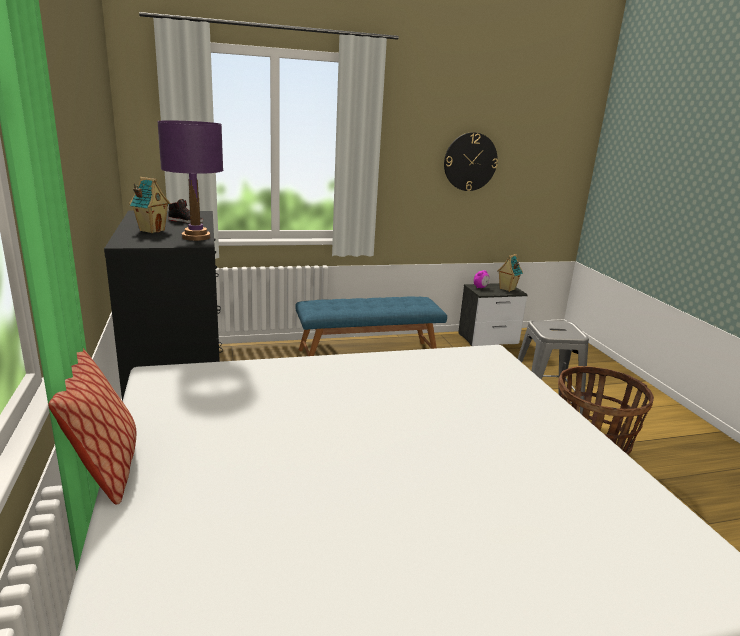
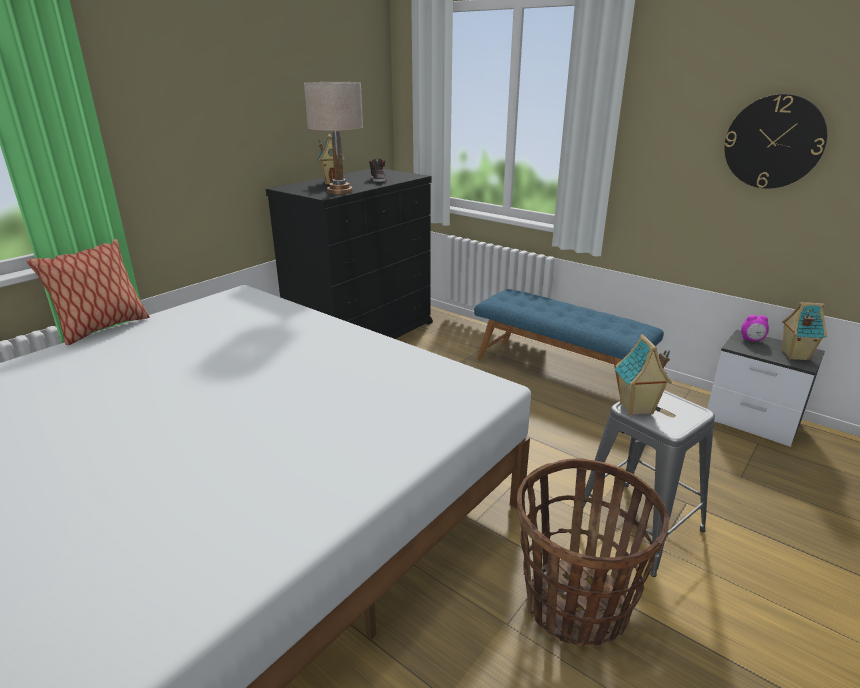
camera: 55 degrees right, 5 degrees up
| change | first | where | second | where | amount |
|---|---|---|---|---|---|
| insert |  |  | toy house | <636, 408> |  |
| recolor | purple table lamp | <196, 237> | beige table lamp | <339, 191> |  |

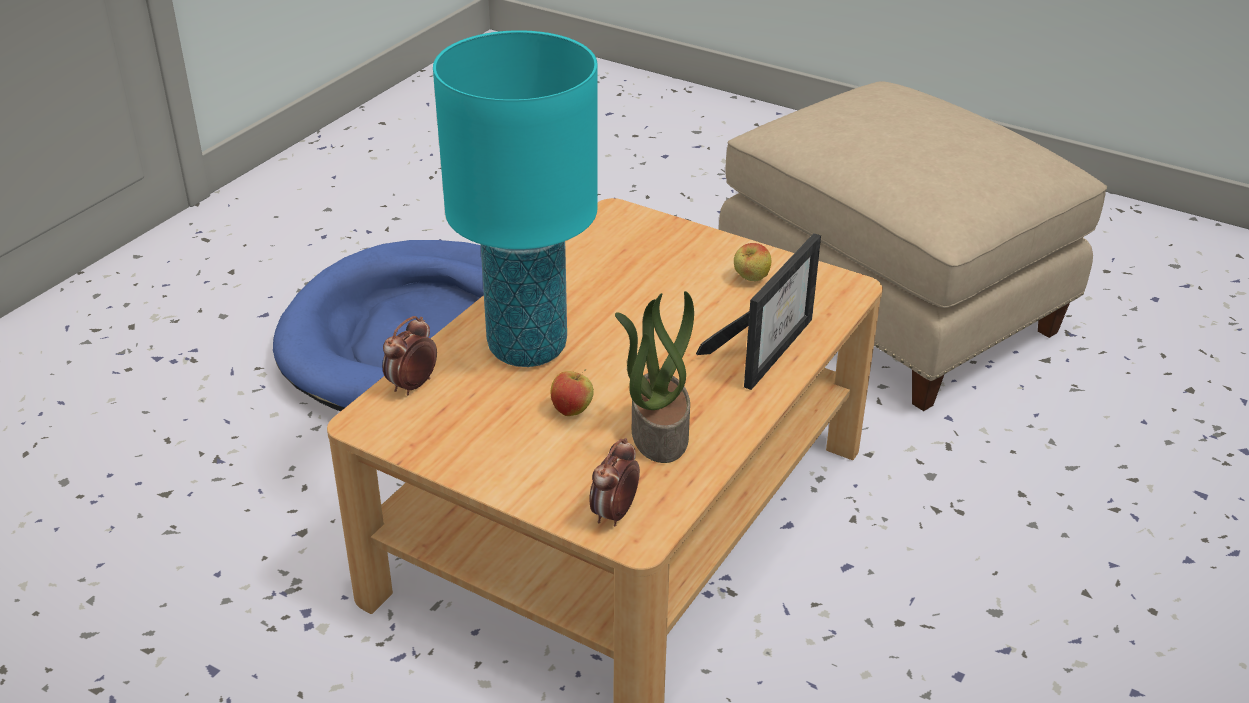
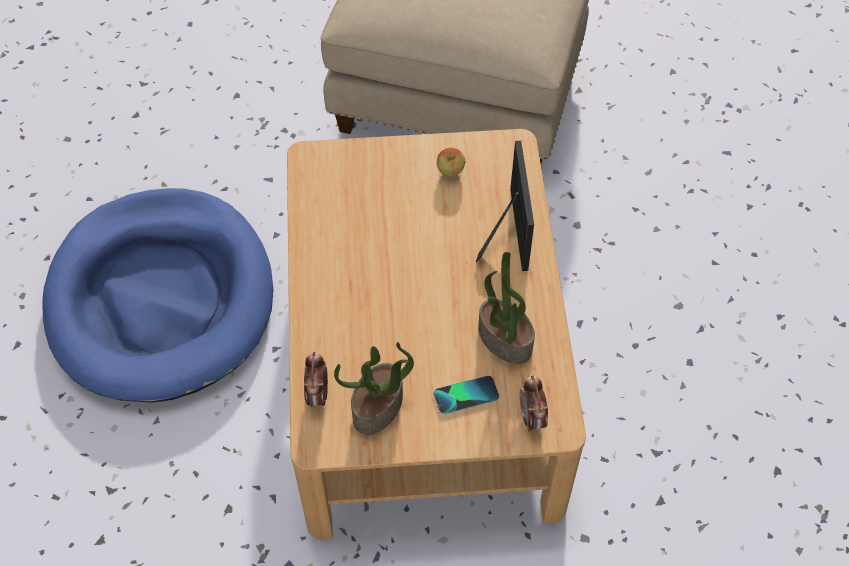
camera: 35 degrees left, 20 degrees up
| change | first | where | second | where | amount |
|---|---|---|---|---|---|
| delete | turquoise table lamp | <526, 347> |  |  |  |
| delete | apple | <572, 410> |  |  |  |
| insert |  |  | potted plant | <378, 407> |  |
| insert |  |  | phone | <466, 395> |  |

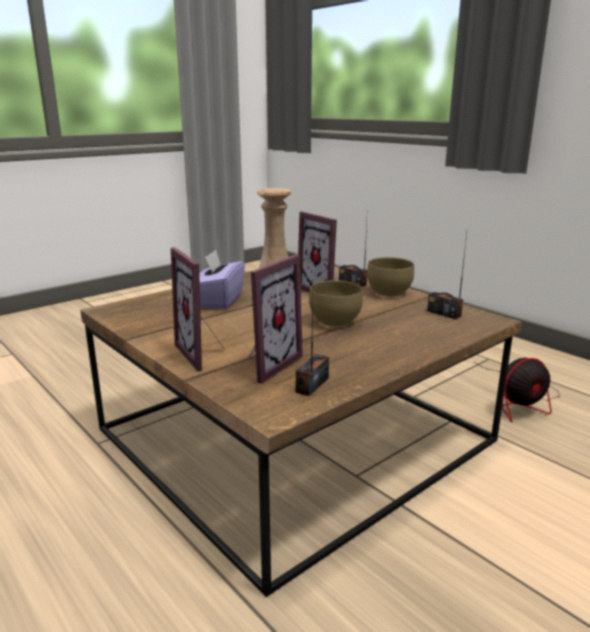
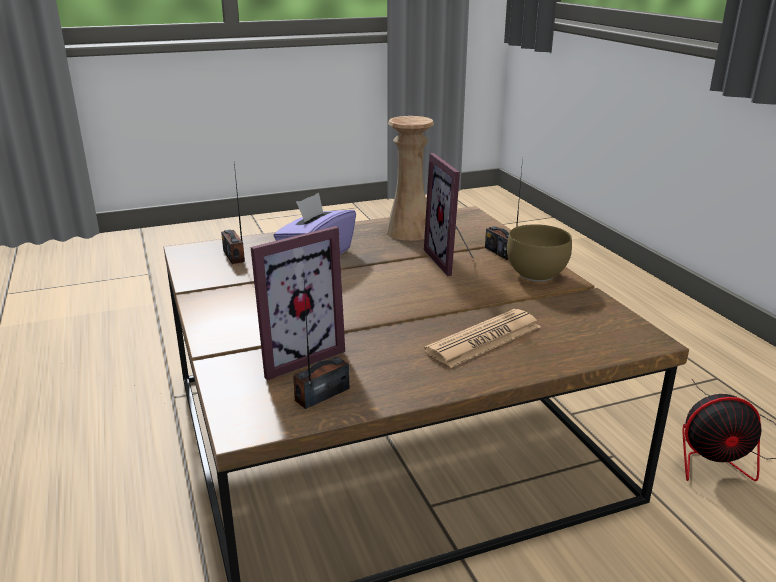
camera: 20 degrees right, 5 degrees up
| change | first | where | second | where | amount |
|---|---|---|---|---|---|
| delete | picture frame | <204, 353> |  |  |  |
| delete | brown bowl | <335, 321> |  |  |  |
| insert |  |  | newspaper | <484, 339> |  |
| move | radio | <444, 313> |  | <234, 256> |  |

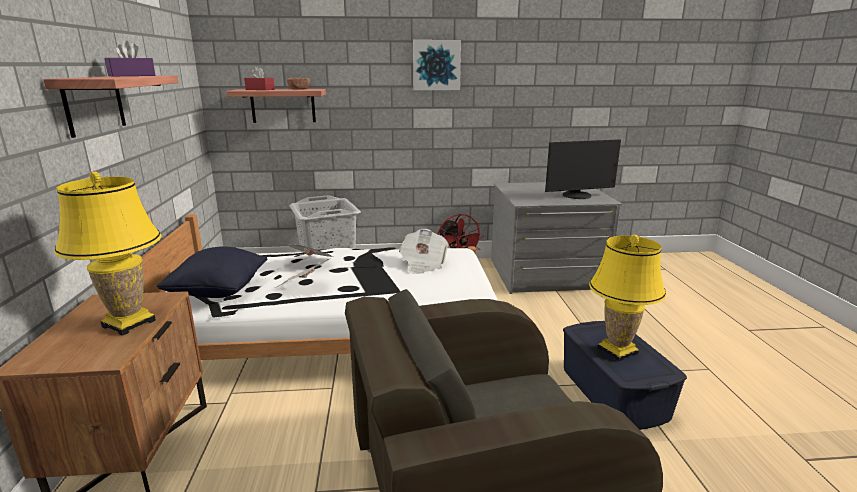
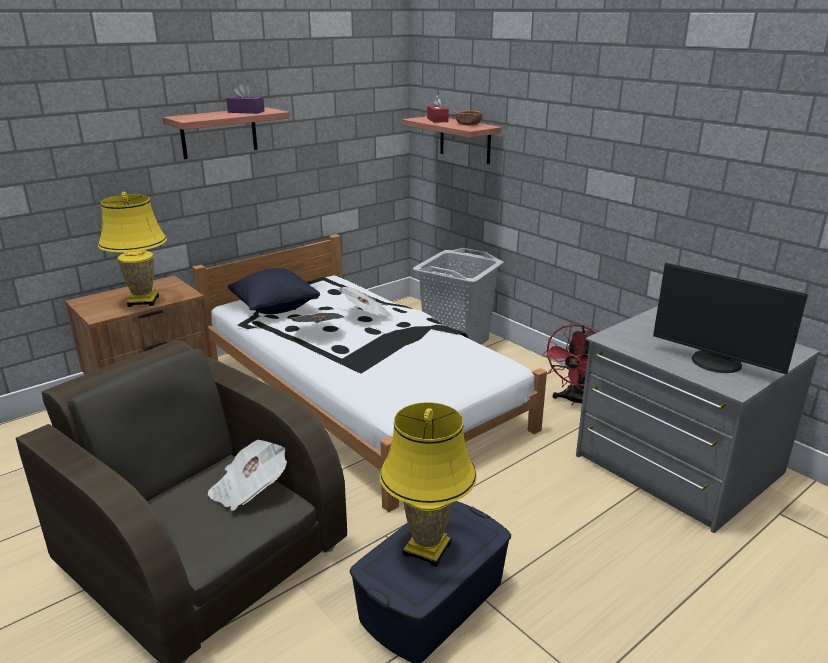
camera: 55 degrees right, 5 degrees up
| change | first | where | second | where | amount |
|---|---|---|---|---|---|
| delete | picture | <436, 65> |  |  |  |
| move | newspaper | <423, 264> |  | <250, 489> |  |

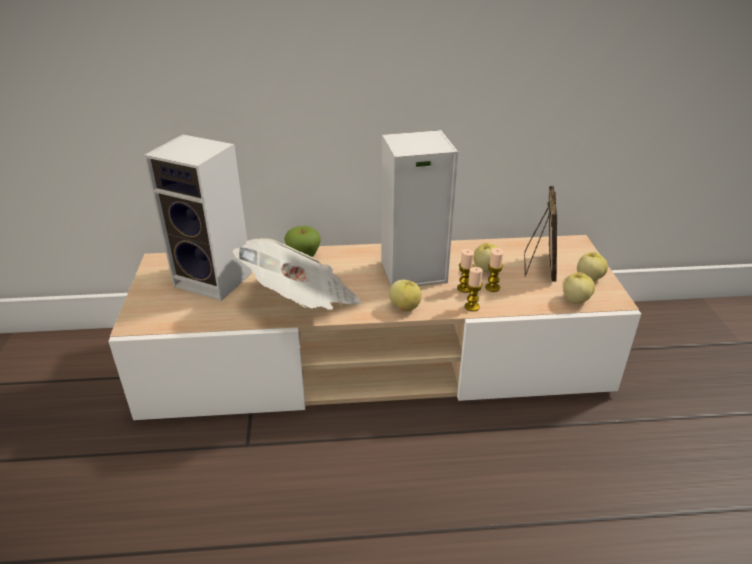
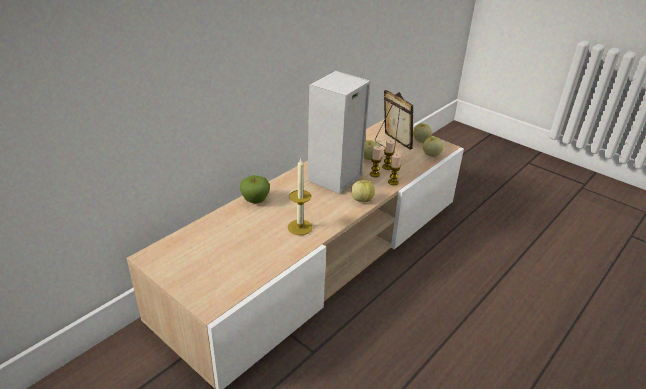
camera: 45 degrees left, 0 degrees up
| change | first | where | second | where | amount |
|---|---|---|---|---|---|
| delete | speaker | <216, 279> |  |  |  |
| replace | newspaper | <302, 300> | candle | <300, 227> |  |

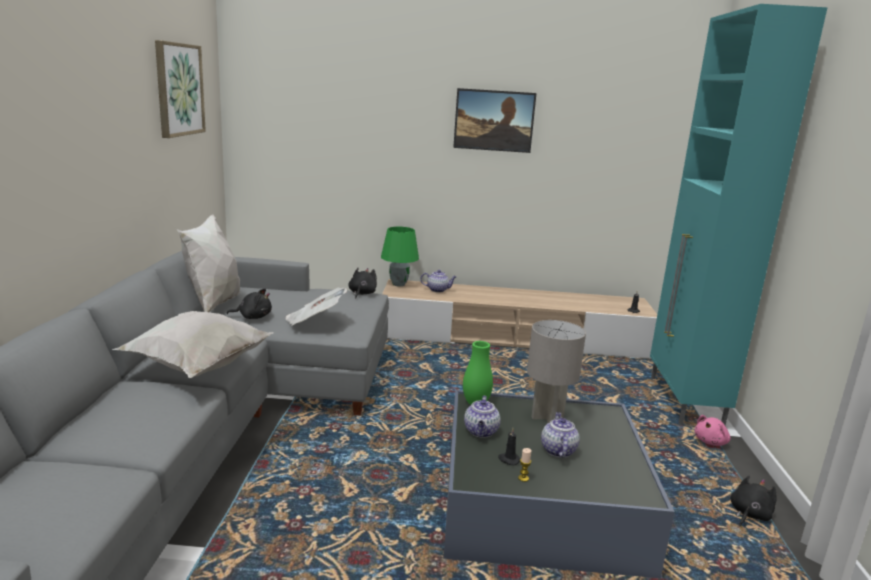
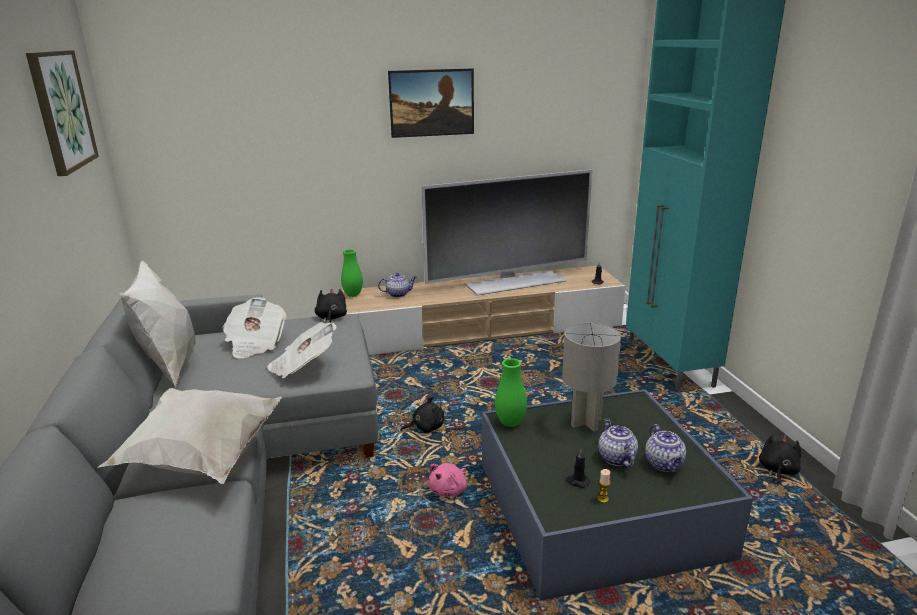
camera: 15 degrees left, 5 degrees up
| change | first | where | second | where | amount |
|---|---|---|---|---|---|
| insert |  |  | newspaper | <255, 343> |  |
| insert |  |  | television | <514, 282> |  |
| move | black plush toy | <253, 317> |  | <426, 427> |  |
| move | teapot | <481, 432> |  | <664, 464> |  |
| move | pink plush toy | <711, 442> |  | <449, 490> |  |
| replace | green table lamp | <398, 284> | green vase | <353, 295> |  |

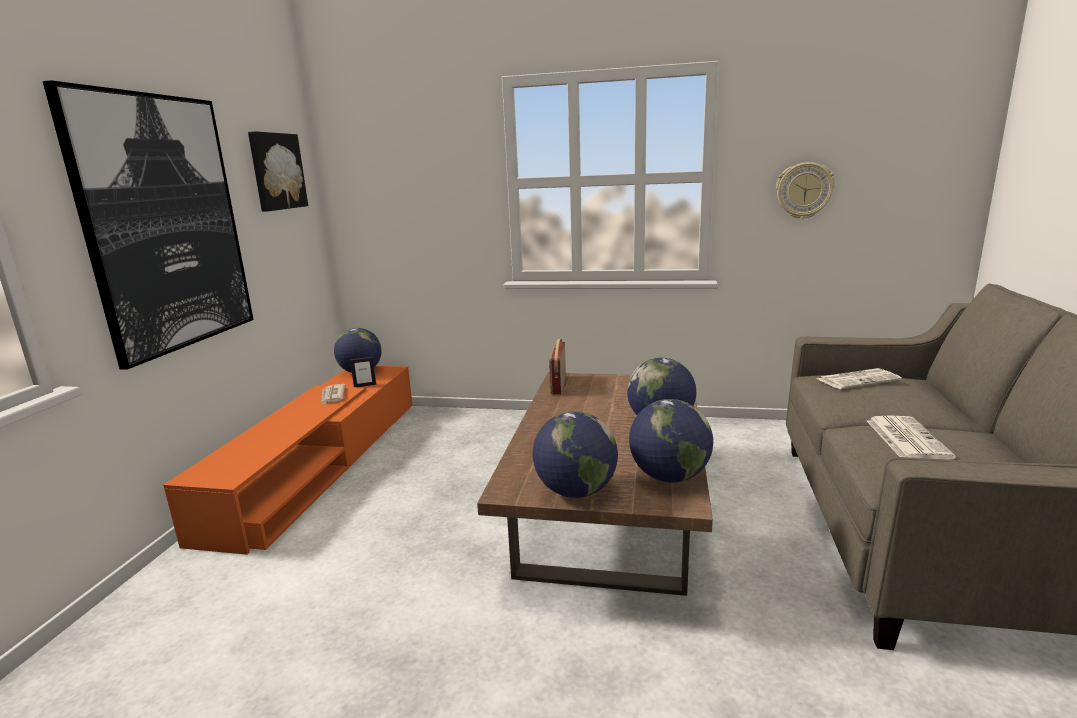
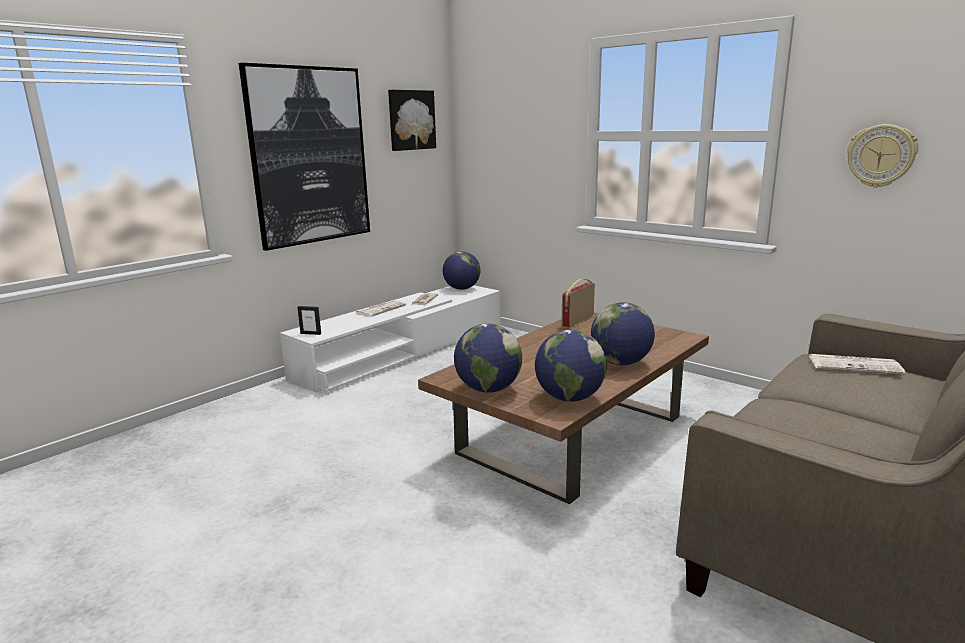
camera: 30 degrees right, 0 degrees up
| change | first | where | second | where | amount |
|---|---|---|---|---|---|
| move | picture frame | <365, 385> |  | <311, 333> |  |
| move | newspaper | <906, 438> |  | <381, 309> |  |
| recolor | orange tv stand | <321, 462> | white tv stand | <404, 350> |  |

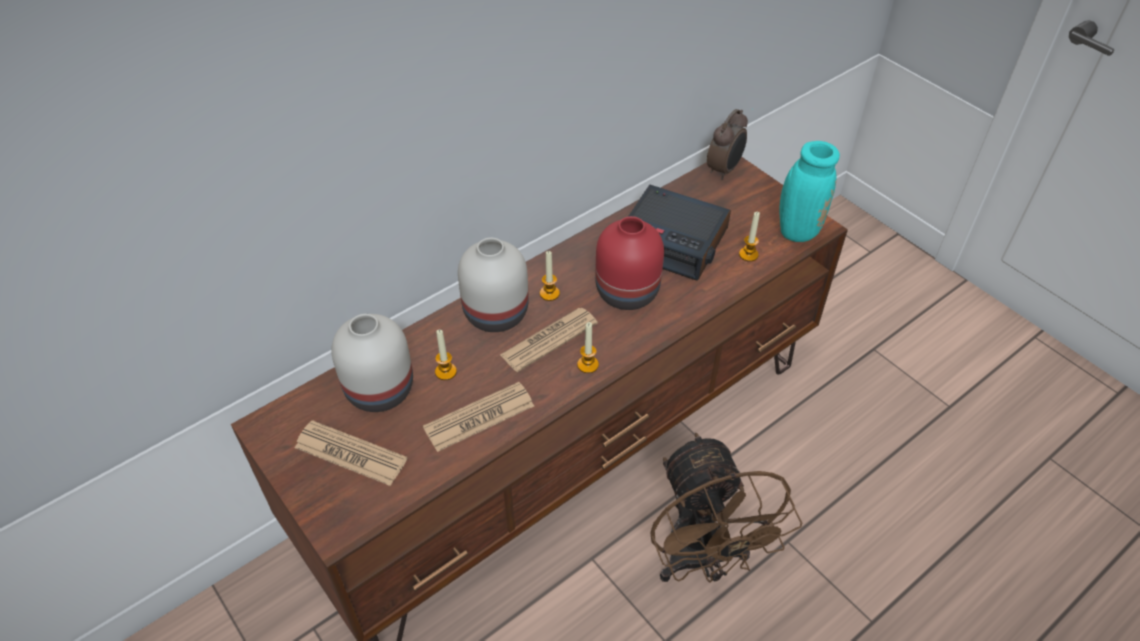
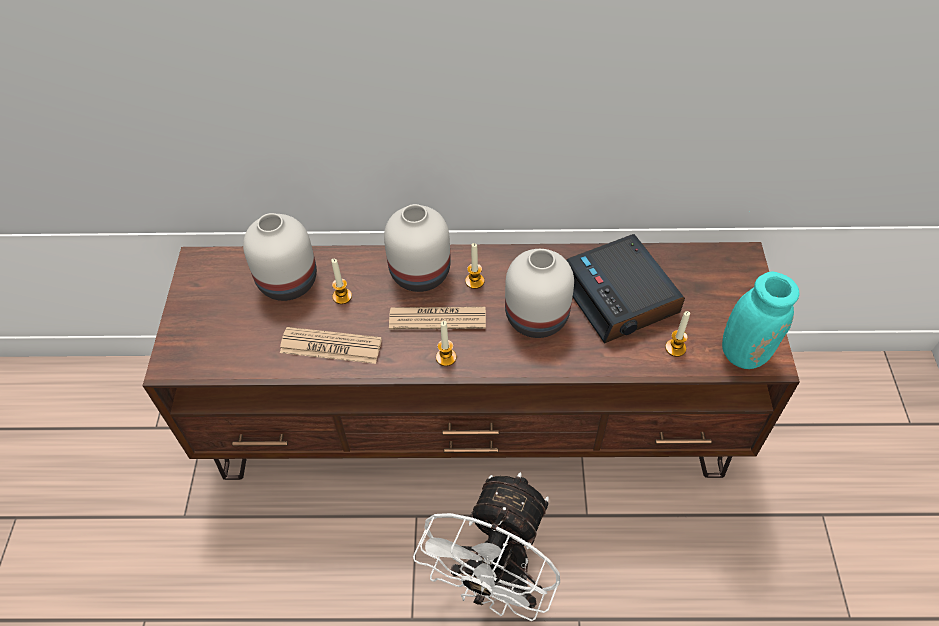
camera: 40 degrees right, 5 degrees up
| change | first | where | second | where | amount |
|---|---|---|---|---|---|
| delete | newspaper | <350, 453> |  |  |  |
| delete | alarm clock | <724, 169> |  |  |  |
| recolor | red vase | <626, 290> | white vase | <537, 315> |  |
| recolor | brown fan | <702, 561> | white fan | <495, 581> |  |

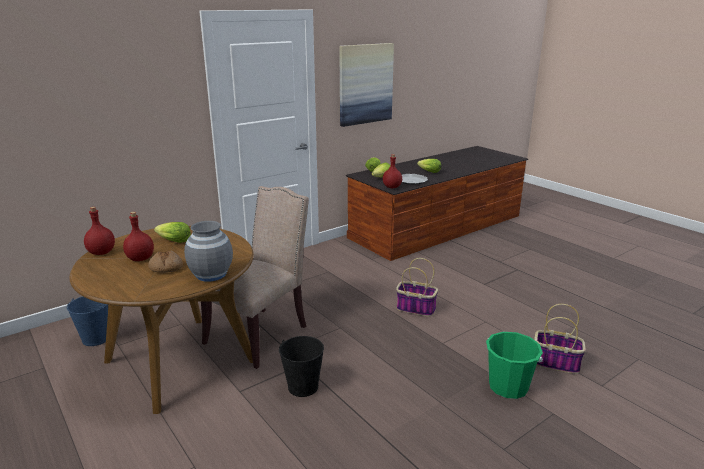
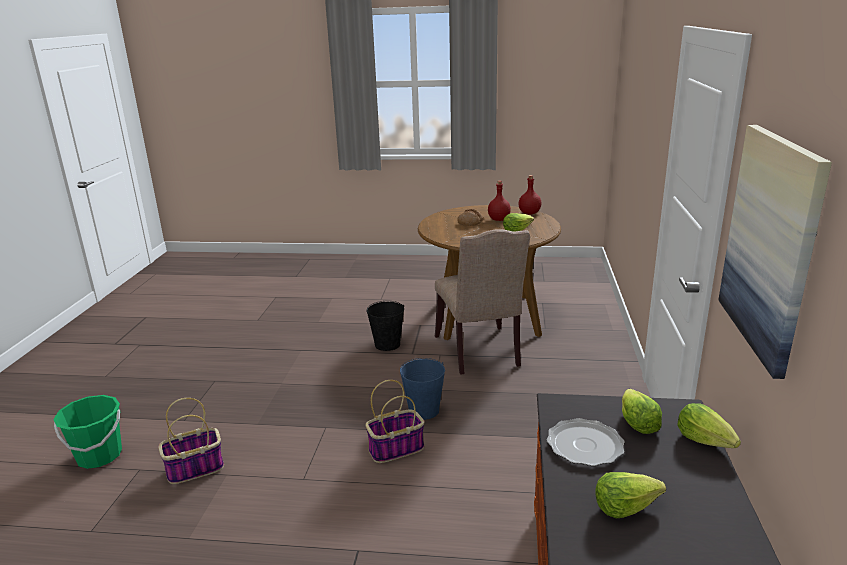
camera: 135 degrees right, 0 degrees up
| change | first | where | second | where | amount |
|---|---|---|---|---|---|
| delete | grey vase | <211, 274> |  |  |  |
| delete | red bottle | <392, 187> |  |  |  |
| move | blue bucket | <96, 338> |  | <424, 410> |  |
| move | green bucket | <508, 387> |  | <99, 456> |  |

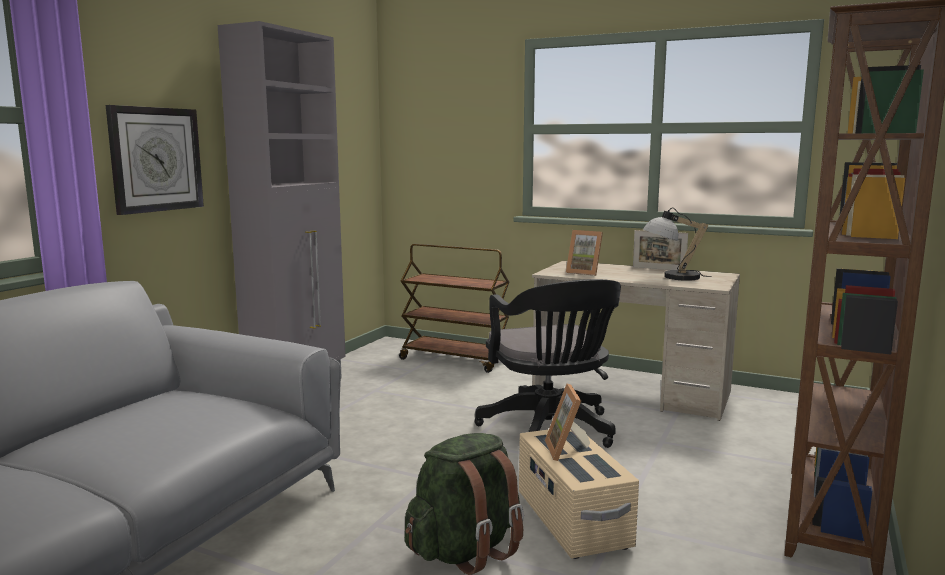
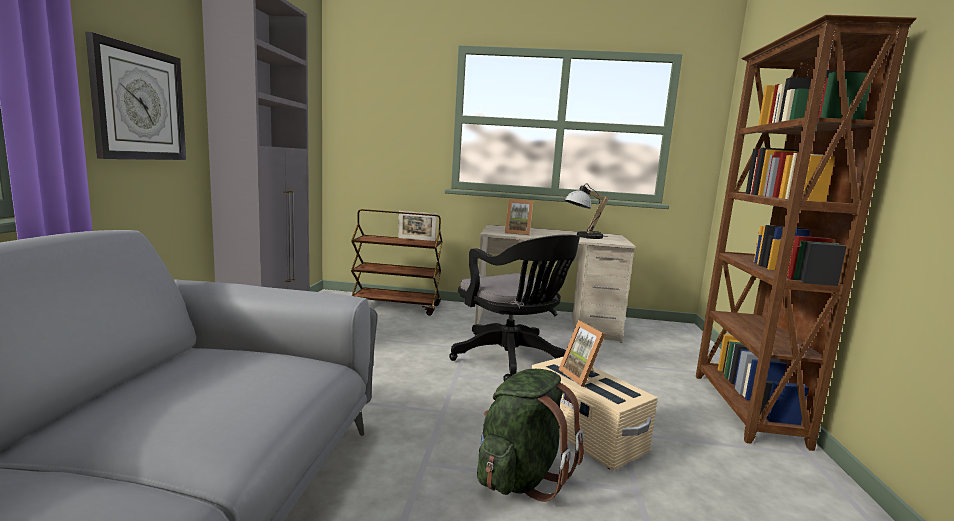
camera: 20 degrees left, 0 degrees up
| change | first | where | second | where | amount |
|---|---|---|---|---|---|
| move | picture frame | <658, 269> |  | <416, 239> |  |

